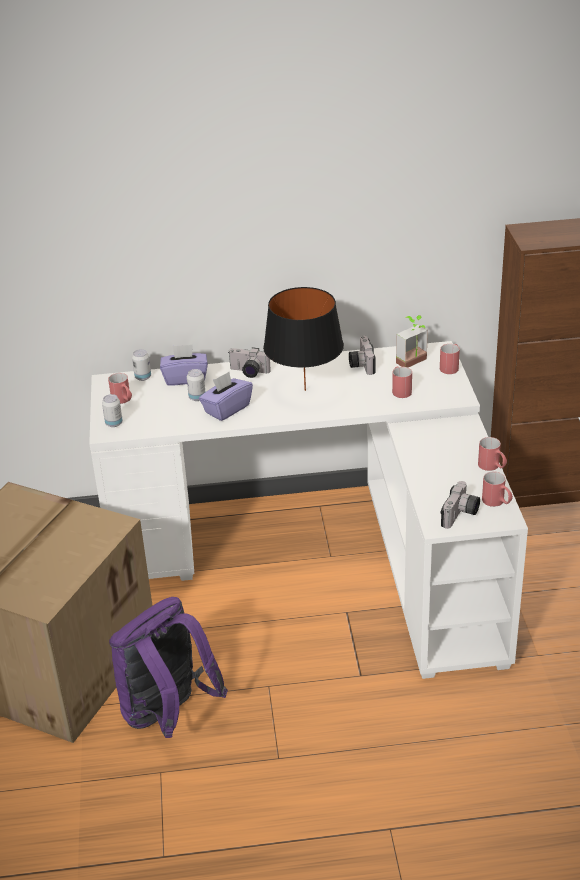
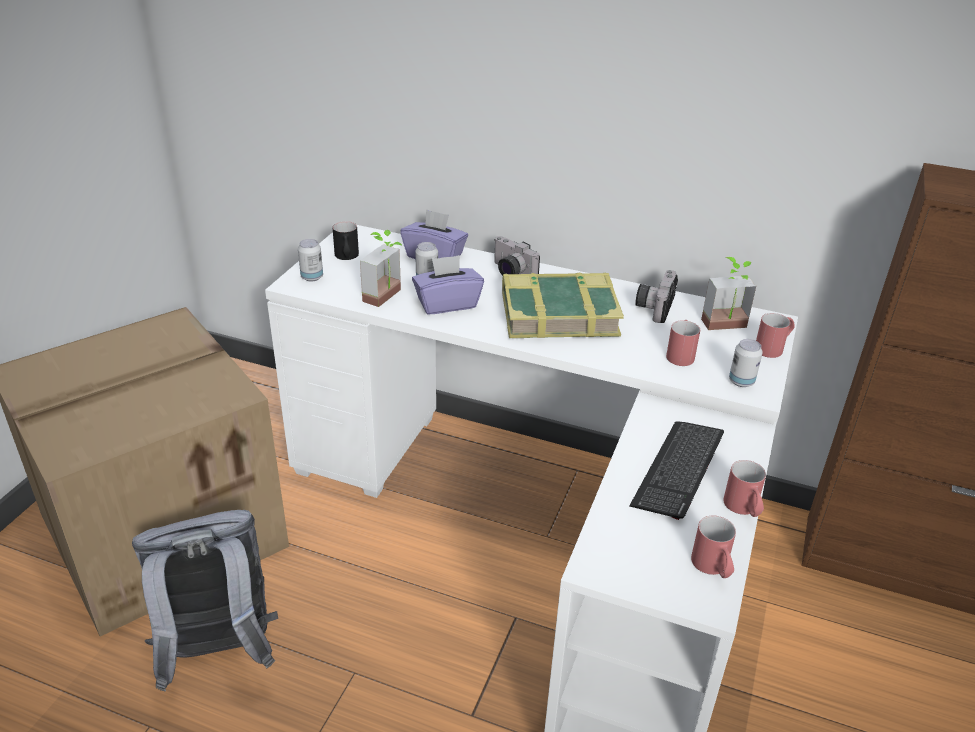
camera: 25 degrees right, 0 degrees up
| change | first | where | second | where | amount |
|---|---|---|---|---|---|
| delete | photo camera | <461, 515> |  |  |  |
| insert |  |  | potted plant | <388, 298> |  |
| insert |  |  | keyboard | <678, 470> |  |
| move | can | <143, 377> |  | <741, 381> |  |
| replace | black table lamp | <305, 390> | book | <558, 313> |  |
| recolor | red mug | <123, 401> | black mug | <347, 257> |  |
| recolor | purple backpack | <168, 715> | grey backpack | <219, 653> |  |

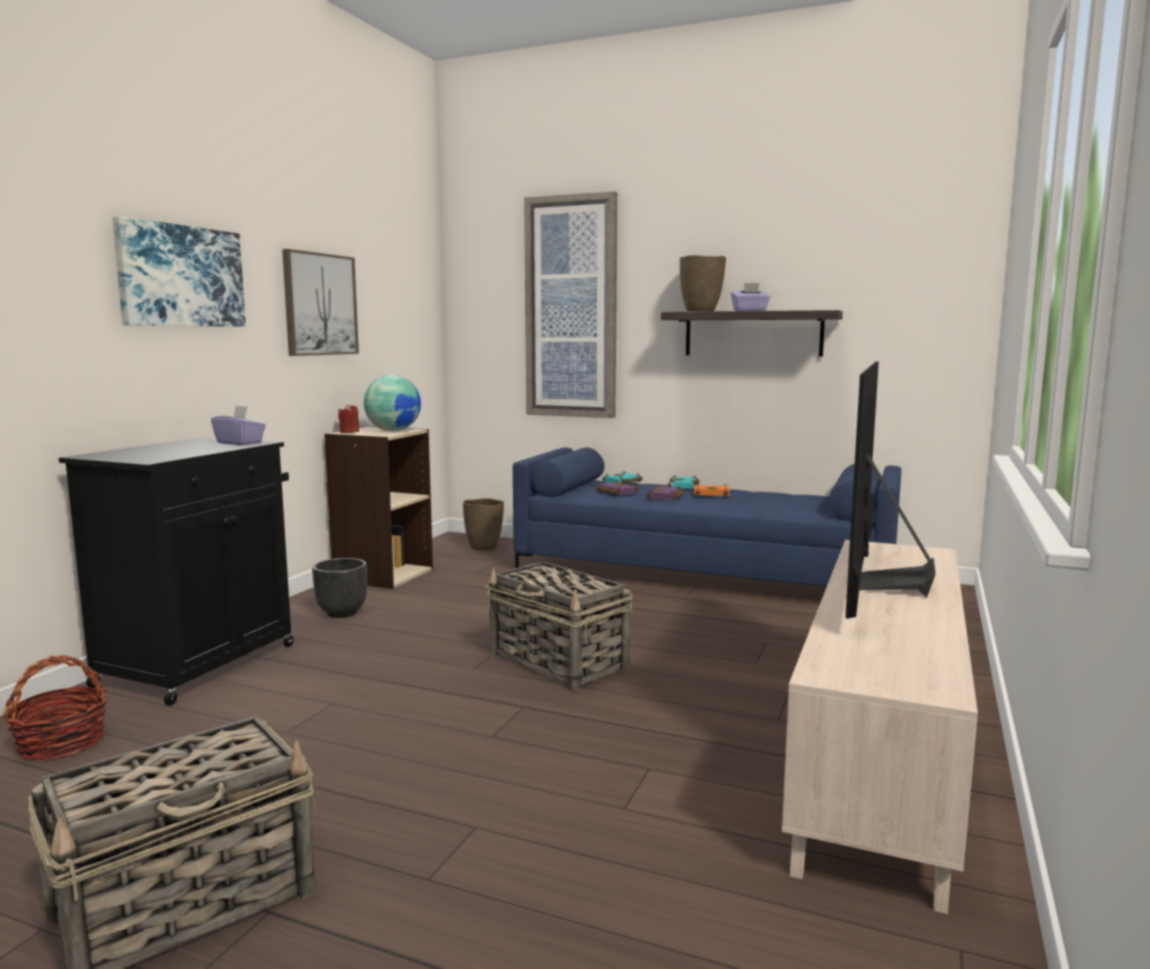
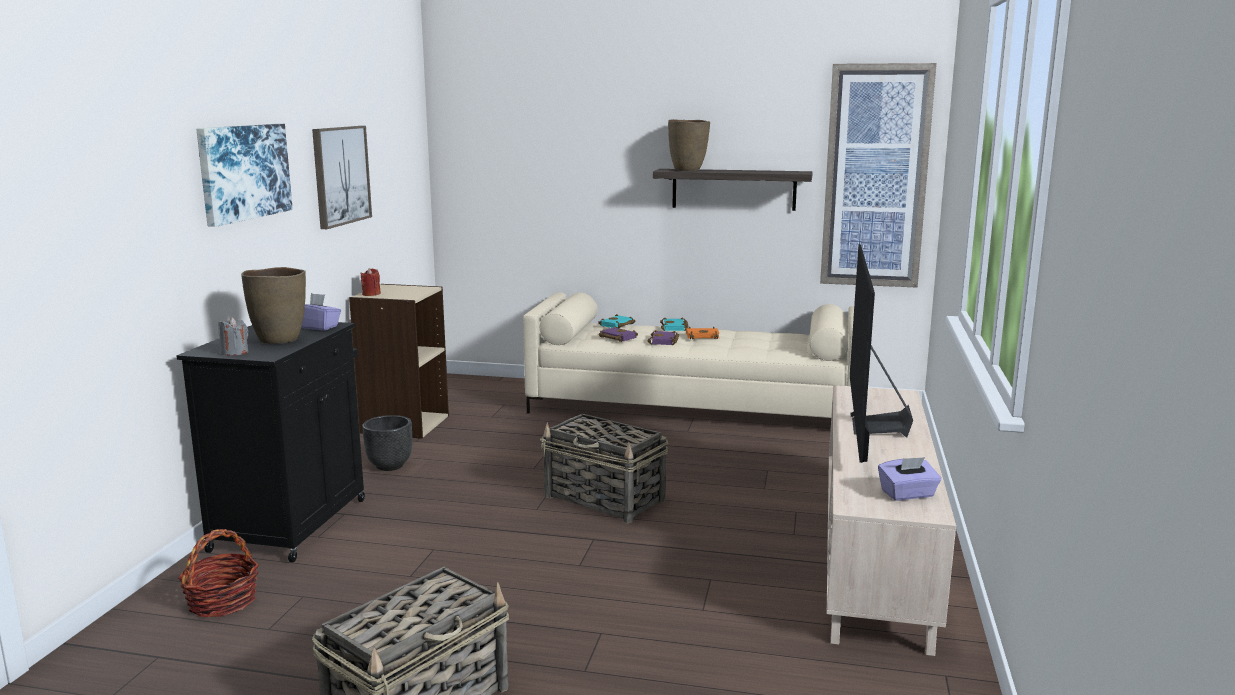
camera: 10 degrees left, 5 degrees up
| change | first | where | second | where | amount |
|---|---|---|---|---|---|
| delete | globe | <393, 431> |  |  |  |
| insert |  |  | grey candle | <235, 352> |  |
| move | brown vase | <483, 547> |  | <279, 340> |  |
| move | picture | <571, 308> |  | <875, 177> |  |
| move | purple tissue box | <750, 311> |  | <907, 494> |  |
| recolor | blue sofa | <702, 575> | beige sofa | <695, 407> |  |

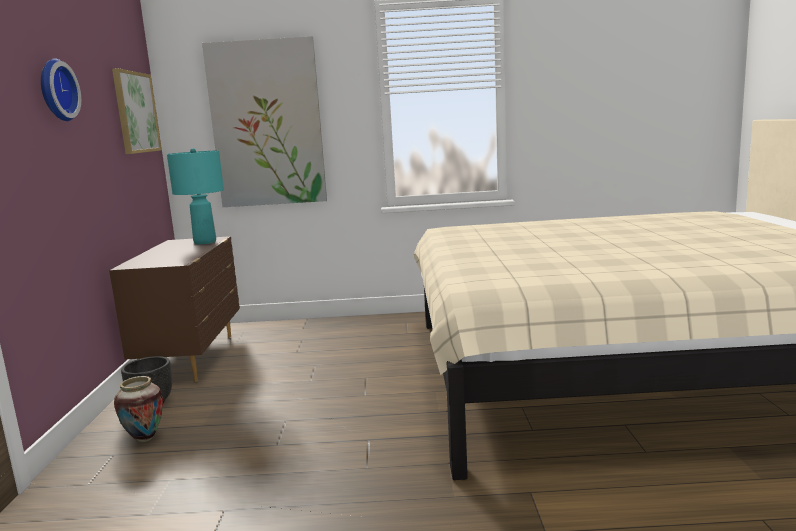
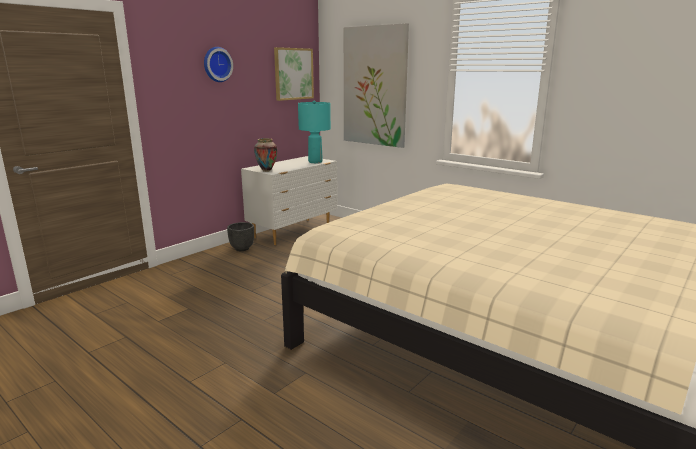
camera: 40 degrees right, 5 degrees up
| change | first | where | second | where | amount |
|---|---|---|---|---|---|
| move | vase | <144, 439> |  | <266, 171> |  |
| recolor | brown dresser | <193, 358> | white dresser | <294, 231> |  |

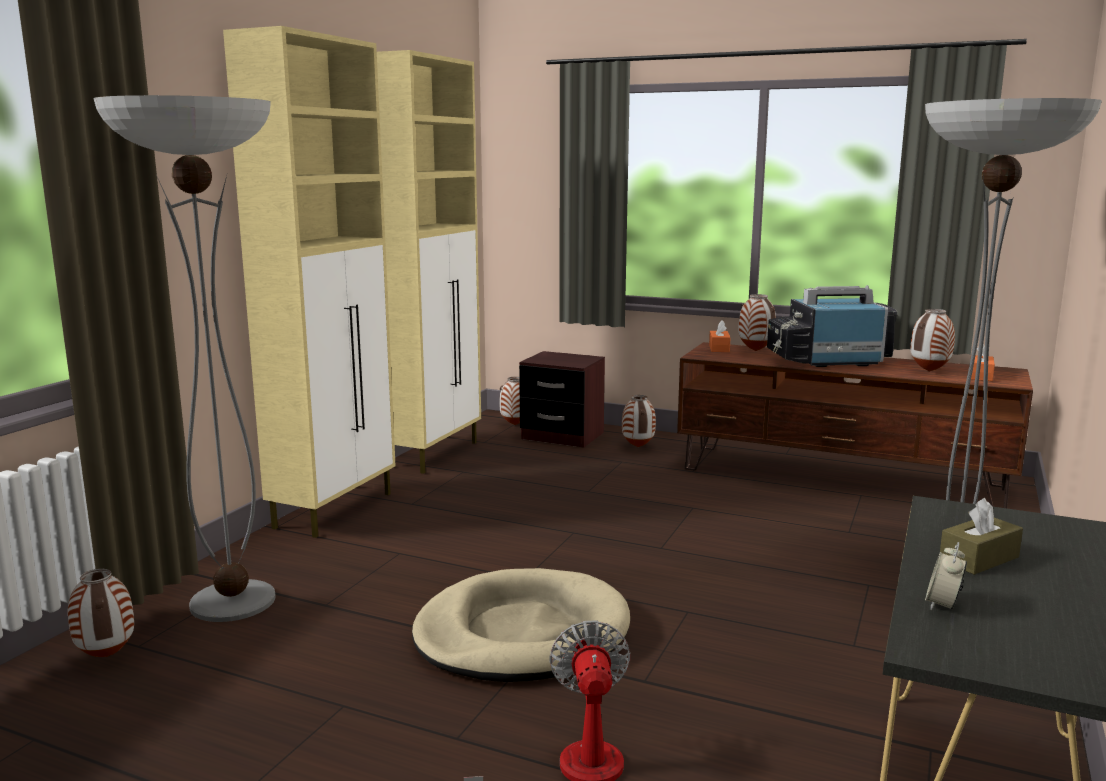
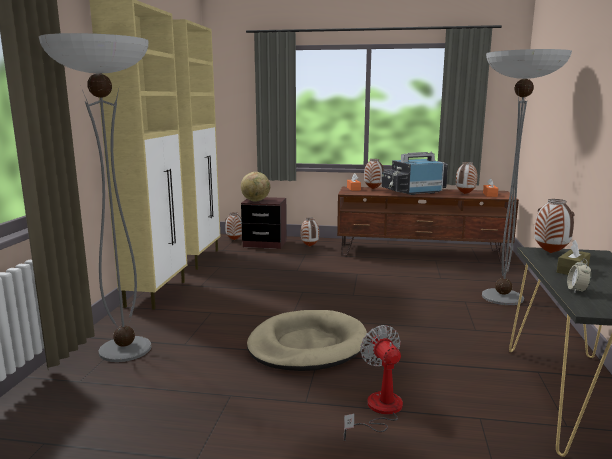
camera: 15 degrees left, 0 degrees up
| change | first | where | second | where | amount |
|---|---|---|---|---|---|
| insert |  |  | globe | <256, 201> |  |
| move | vase | <105, 656> |  | <549, 253> |  |

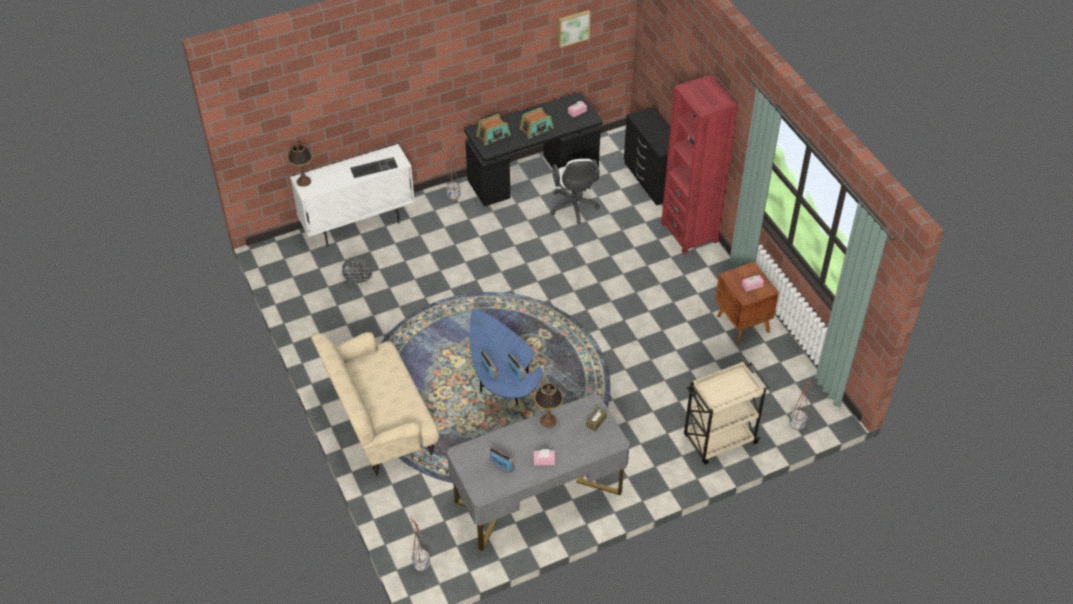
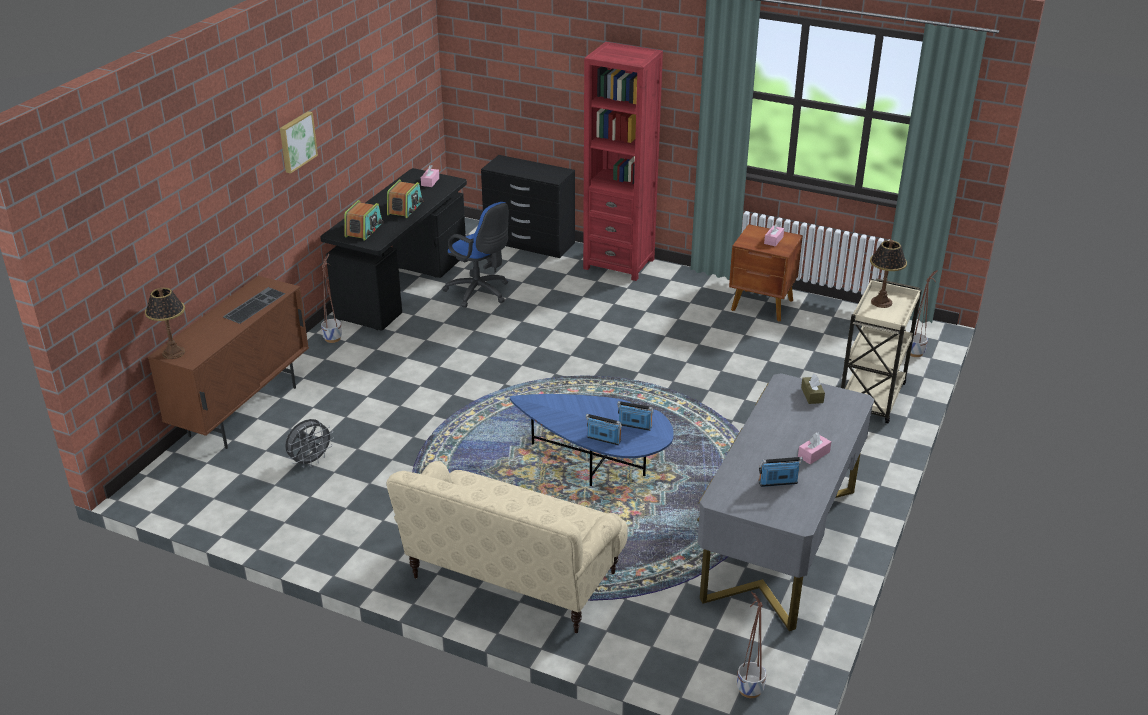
camera: 40 degrees left, 15 degrees down
| change | first | where | second | where | amount |
|---|---|---|---|---|---|
| move | table lamp | <548, 421> |  | <881, 302> |  |
| move | picture | <573, 27> |  | <296, 141> |  |
| recolor | white cabinet | <358, 224> | brown cabinet | <244, 411> |  |
| recolor | white office chair | <574, 208> | blue office chair | <480, 293> |  |

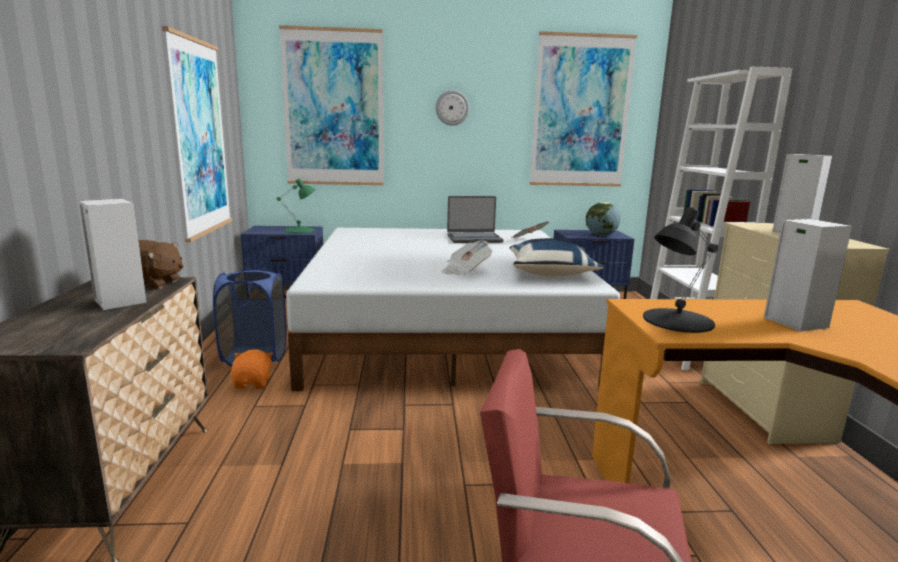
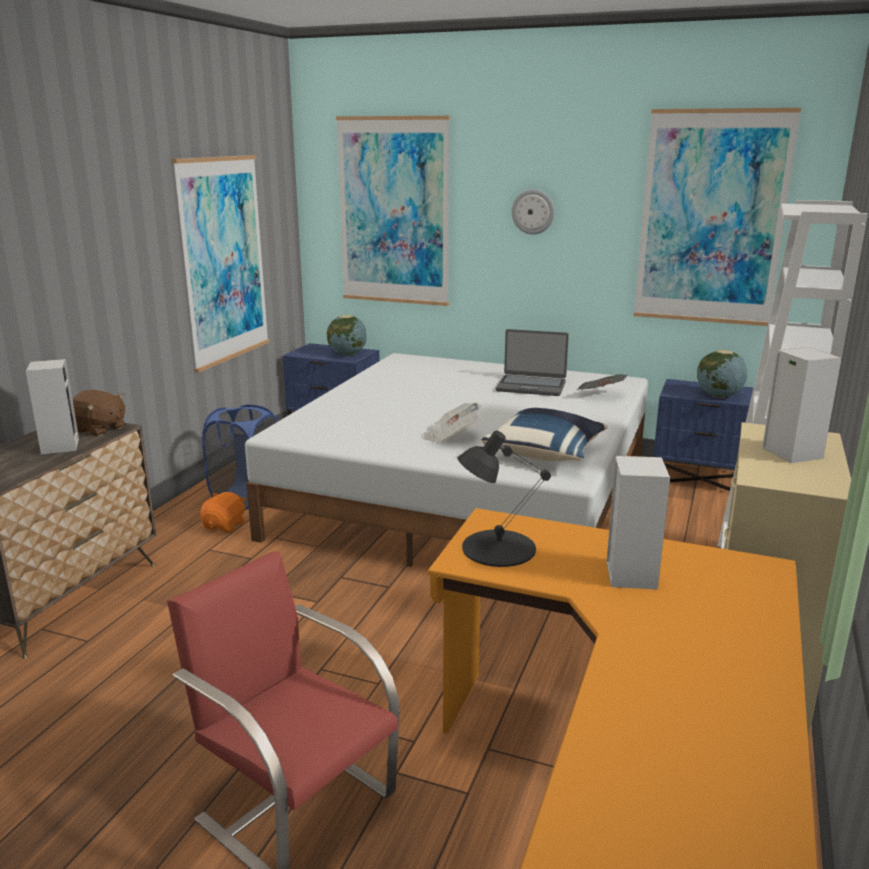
camera: 25 degrees right, 5 degrees up
| change | first | where | second | where | amount |
|---|---|---|---|---|---|
| replace | green table lamp | <299, 230> | globe | <347, 354> |  |

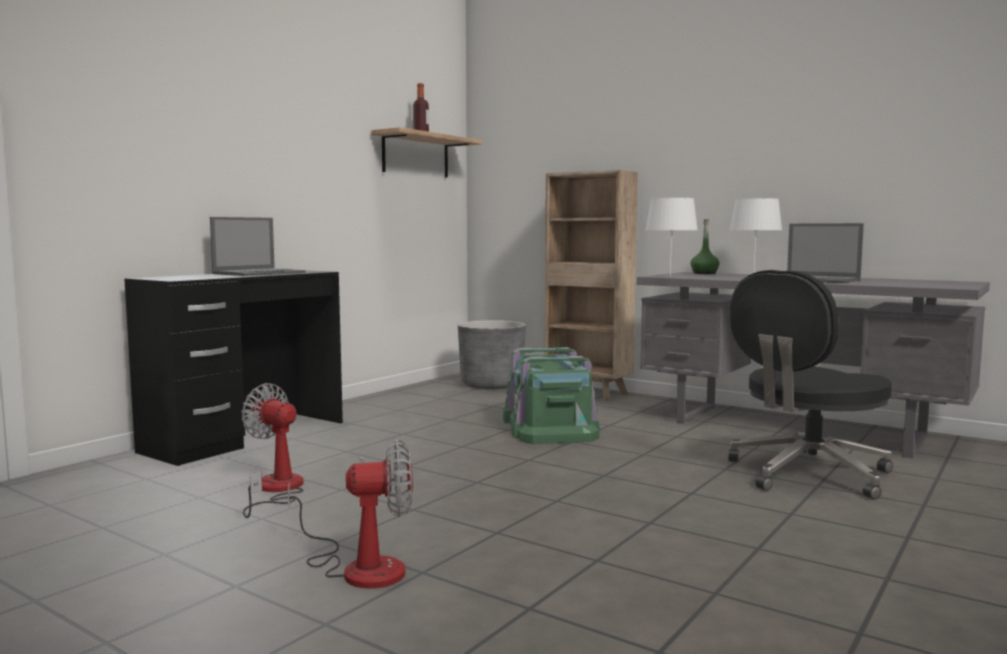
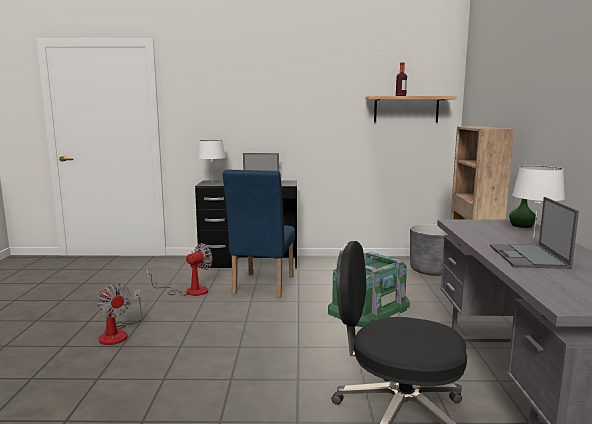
camera: 55 degrees right, 5 degrees up
| change | first | where | second | where | amount |
|---|---|---|---|---|---|
| insert |  |  | blue chair | <261, 287> |  |
| move | white table lamp | <670, 276> |  | <212, 182> |  |
| rotate | fan | <276, 490> |  | <189, 291> | 45 degrees clockwise |

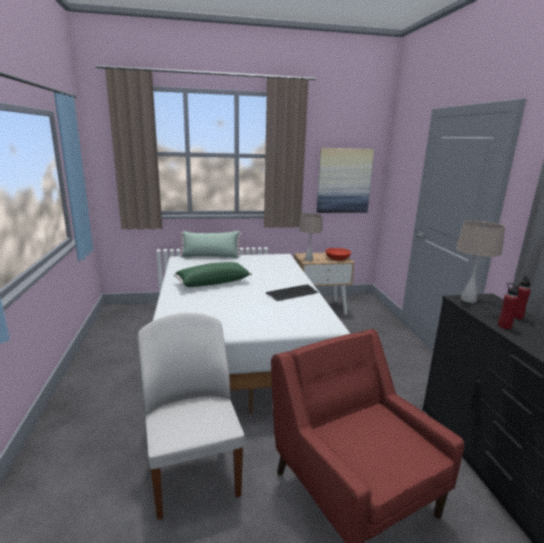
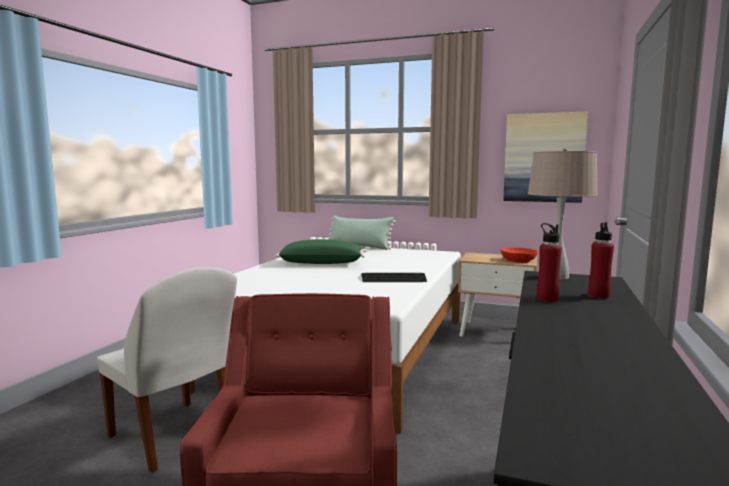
camera: 30 degrees right, 10 degrees down
| change | first | where | second | where | amount |
|---|---|---|---|---|---|
| delete | beige table lamp | <308, 260> |  |  |  |
| rotate | white chair | <194, 471> |  | <173, 436> | 120 degrees clockwise |

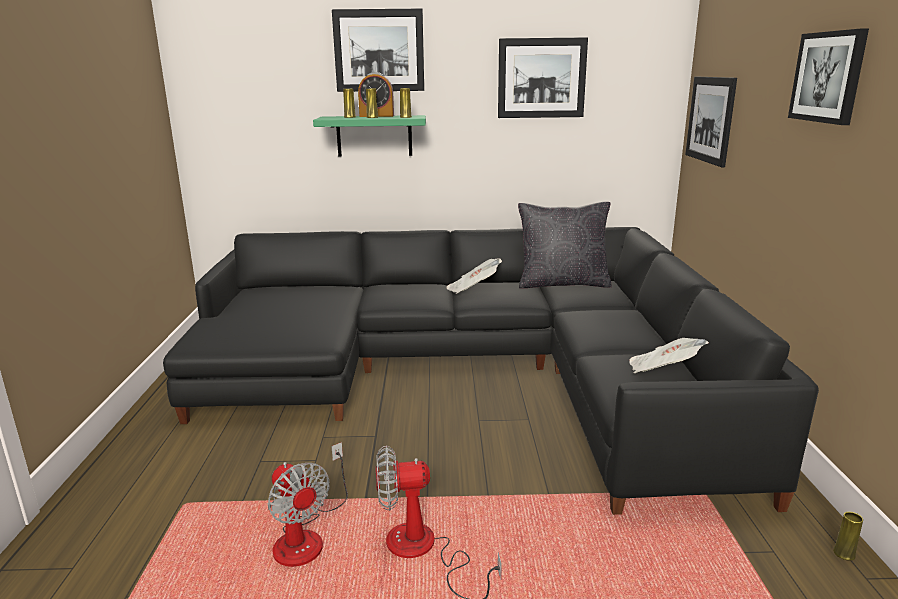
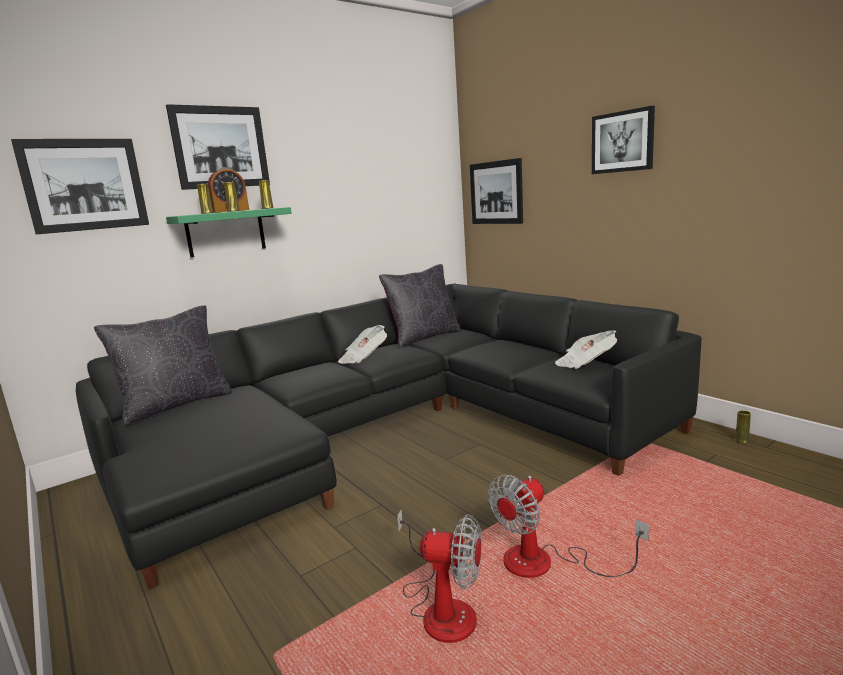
camera: 35 degrees left, 5 degrees down
| change | first | where | second | where | amount |
|---|---|---|---|---|---|
| insert |  |  | black pillow | <176, 404> |  |
| move | picture | <541, 78> |  | <84, 185> |  |

